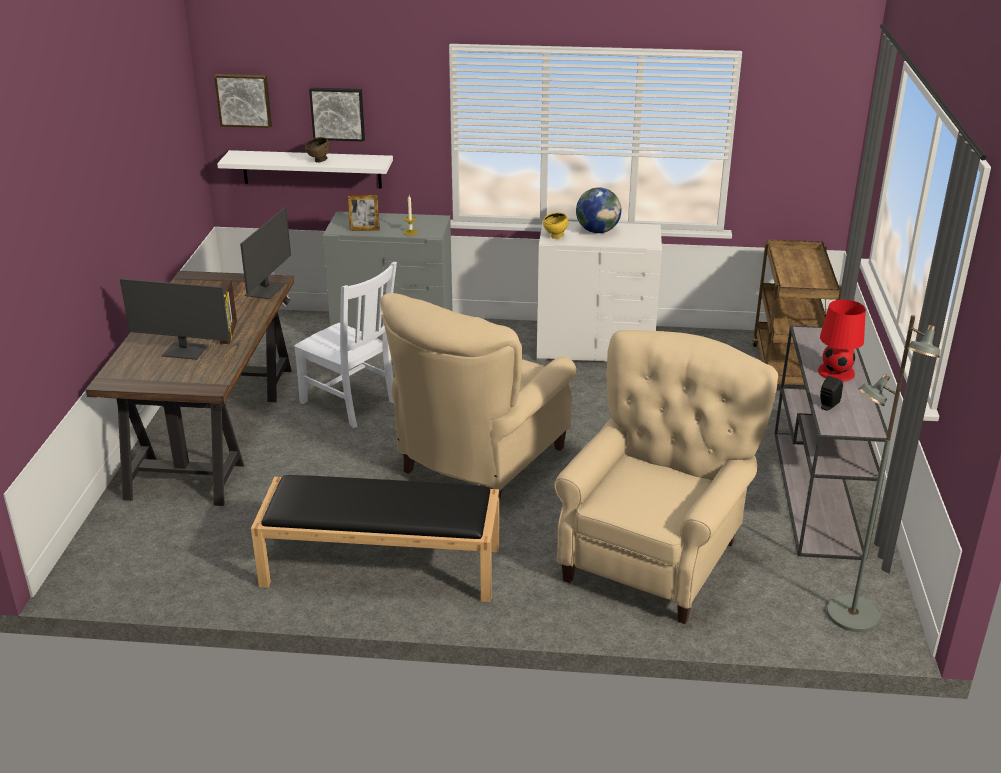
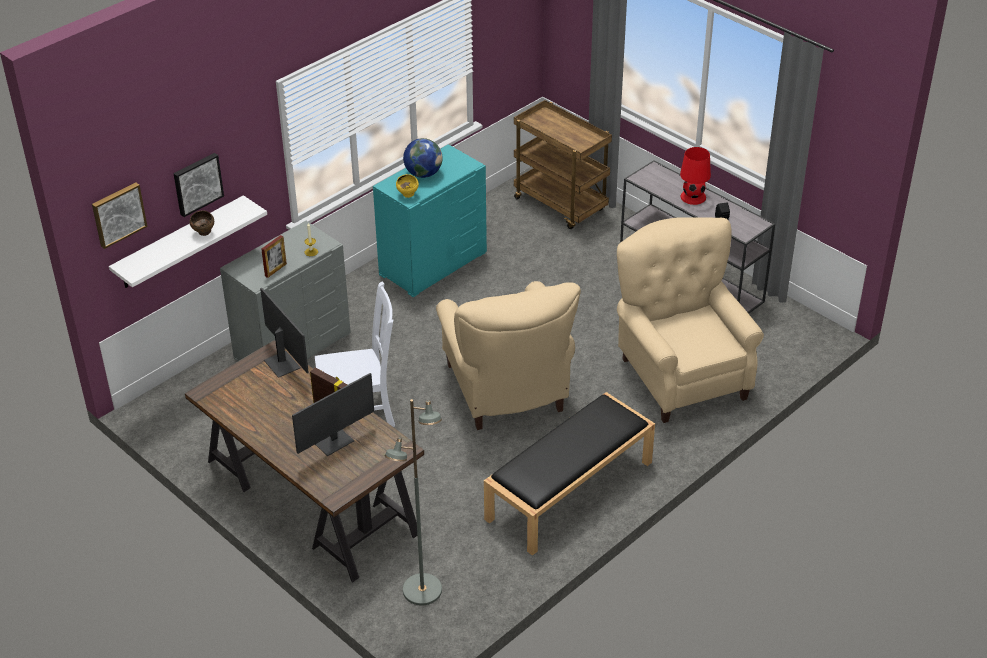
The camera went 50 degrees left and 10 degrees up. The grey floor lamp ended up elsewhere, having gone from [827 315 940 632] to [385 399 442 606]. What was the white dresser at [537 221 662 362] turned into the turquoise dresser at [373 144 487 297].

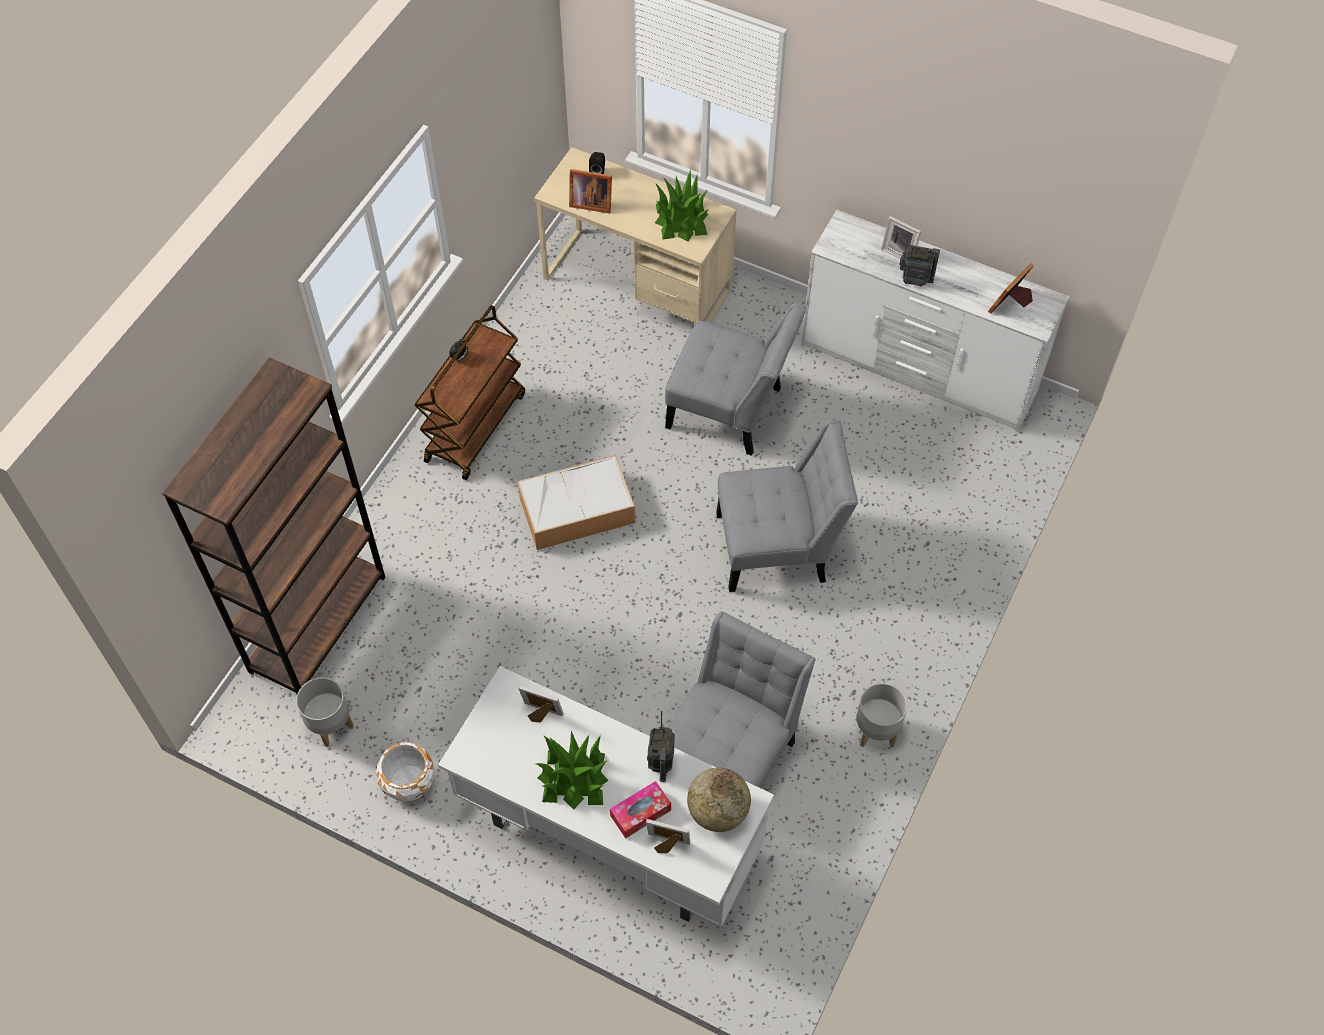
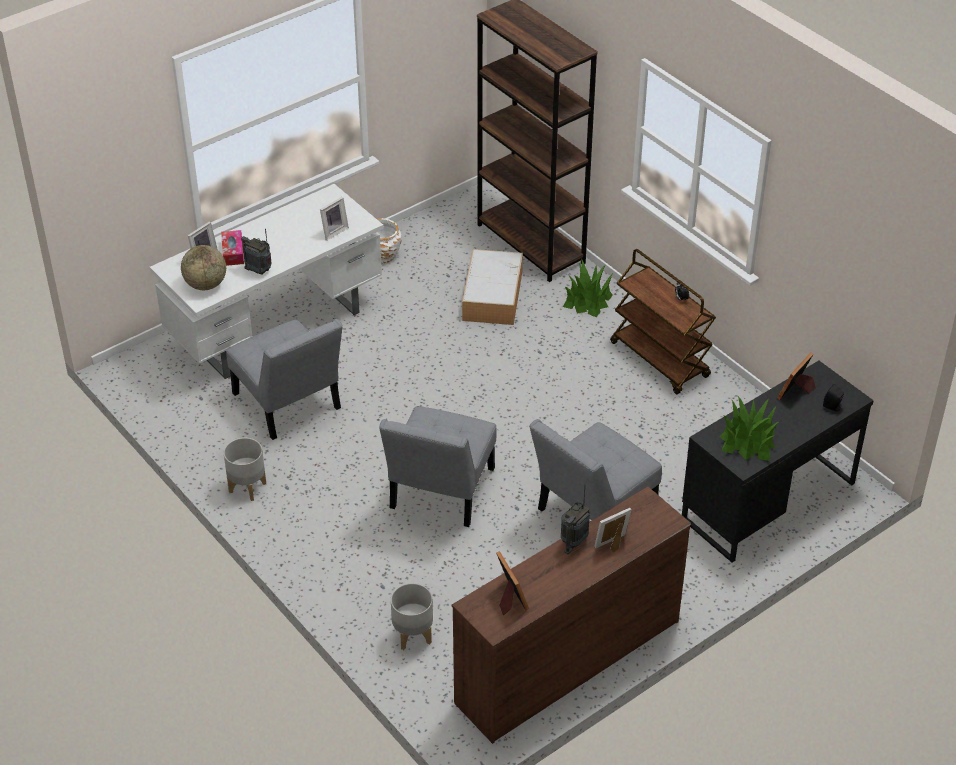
The camera went 115 degrees right and 15 degrees down. The grey planter ended up elsewhere, having gone from [296 677 354 747] to [391 583 433 650]. The storage box ended up elsewhere, having gone from [517 455 635 550] to [462 249 523 325]. The potted plant ended up elsewhere, having gone from [536 731 609 810] to [563 258 613 317]. What was the beige desk at [534 147 736 326] turned into the black desk at [682 361 874 563]. What was the white dresser at [801 210 1070 432] turned into the brown dresser at [452 487 691 744].

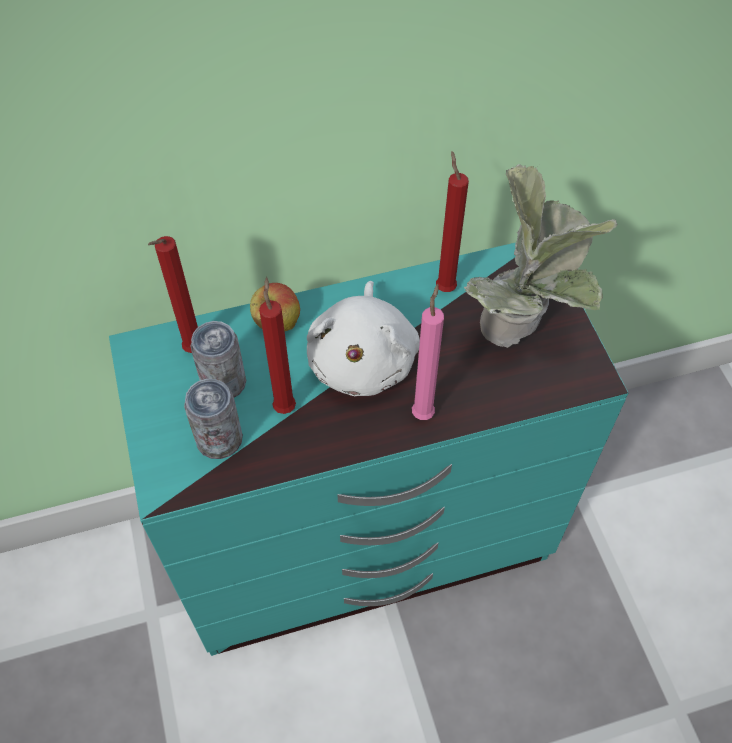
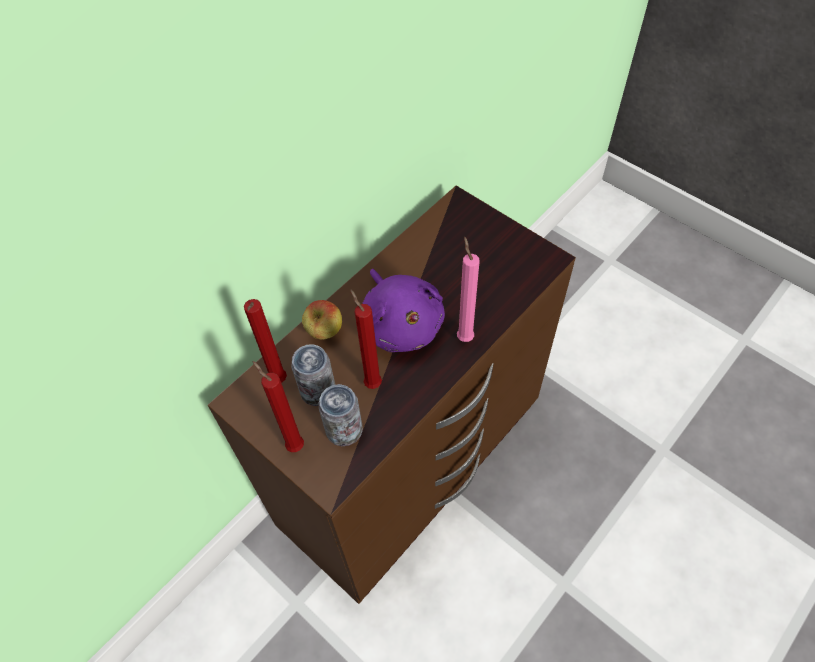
The camera went 30 degrees left and 0 degrees up. The second view lost the potted plant at [464 164 617 348]. The red candle ended up elsewhere, having gone from [436 151 469 292] to [253 361 304 452]. What was the turquoise dresser at [109 243 629 656] turned into the brown dresser at [208 186 576 604]. What was the white plush toy at [307 281 420 396] turned into the purple plush toy at [362 269 445 352].

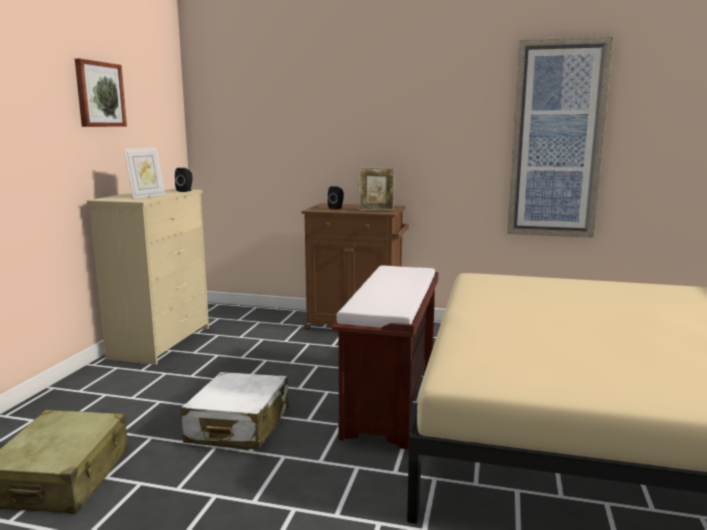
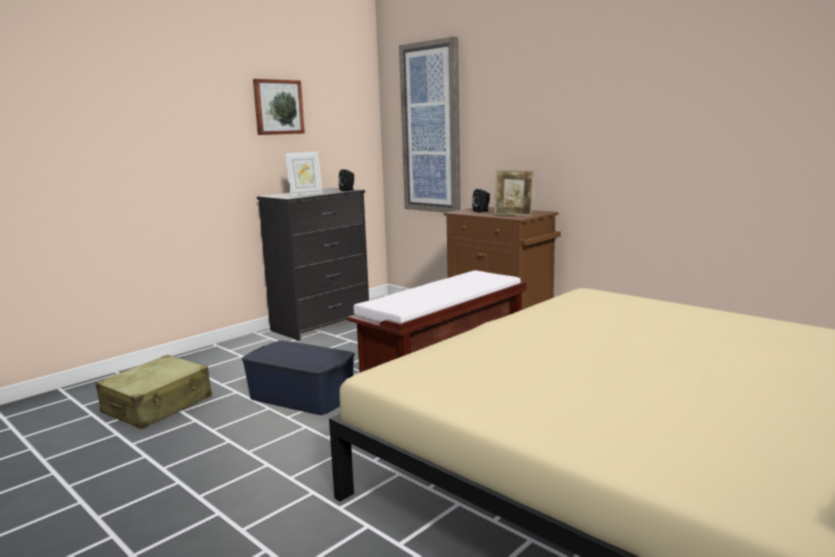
The camera went 30 degrees right and 0 degrees up. The picture ended up elsewhere, having gone from [507 37 613 238] to [399 37 461 213]. Where the white suitcase stood at [181 372 288 450], the blue storage box came to stand at [242 341 355 415]. What was the beige dresser at [87 189 209 365] turned into the black dresser at [257 188 369 341].

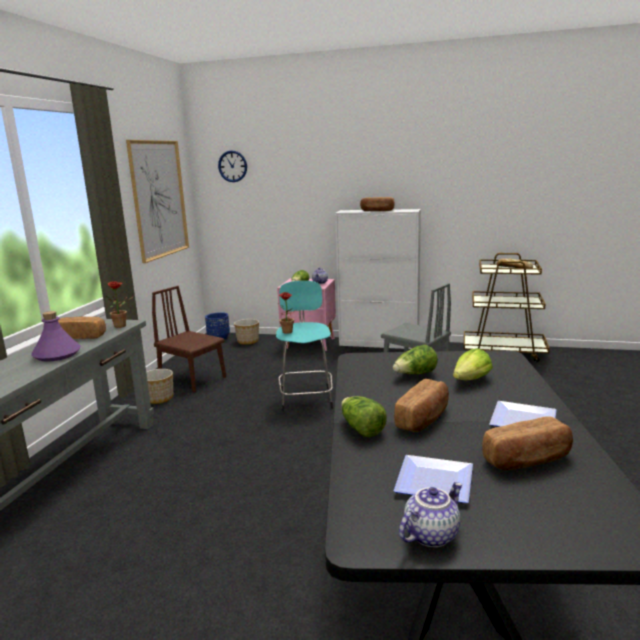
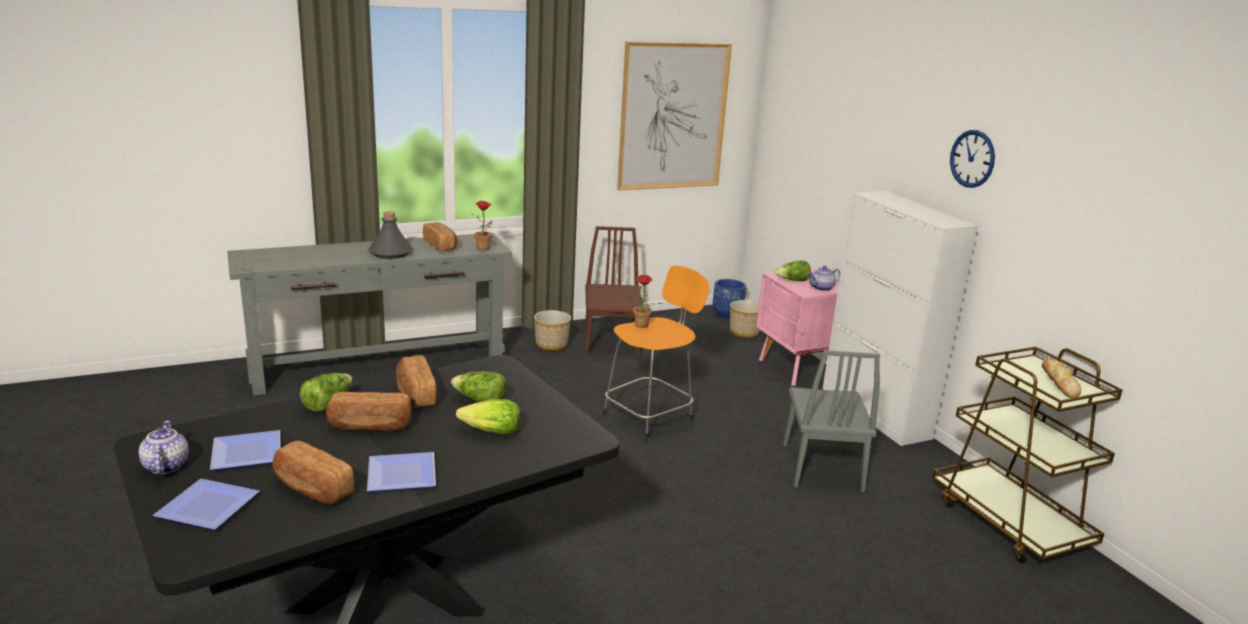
The camera went 50 degrees right and 5 degrees up. The second view gained the plate at [153 479 259 530]. The wall clock ended up elsewhere, having gone from [218 150 247 182] to [950 130 995 188]. The bread ended up elsewhere, having gone from [360 197 395 211] to [396 355 437 408]. What was the purple bottle at [31 311 81 362] turned into the grey bottle at [368 211 413 259]. What was the turquoise stool at [276 281 333 412] turned into the orange stool at [602 266 709 442]. The teapot at [399 482 463 548] ended up facing another way, 120 degrees counterclockwise from before.

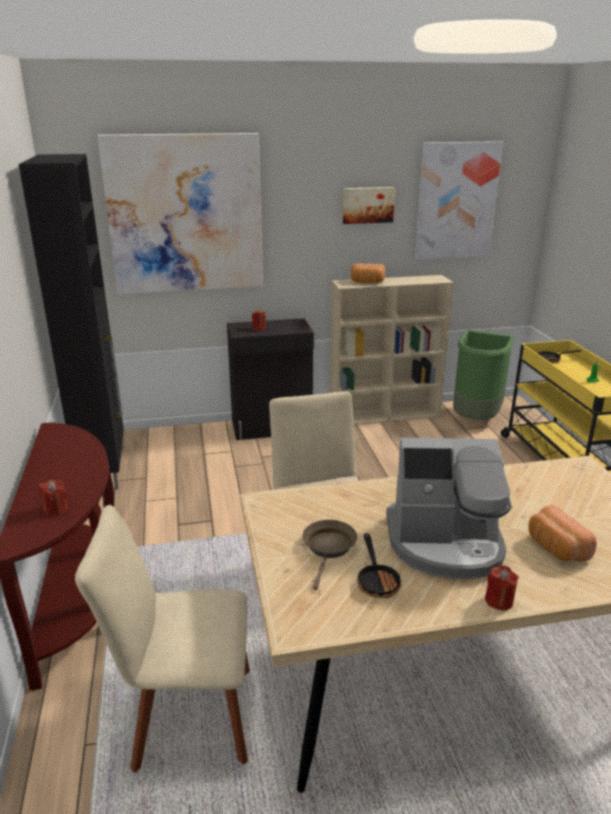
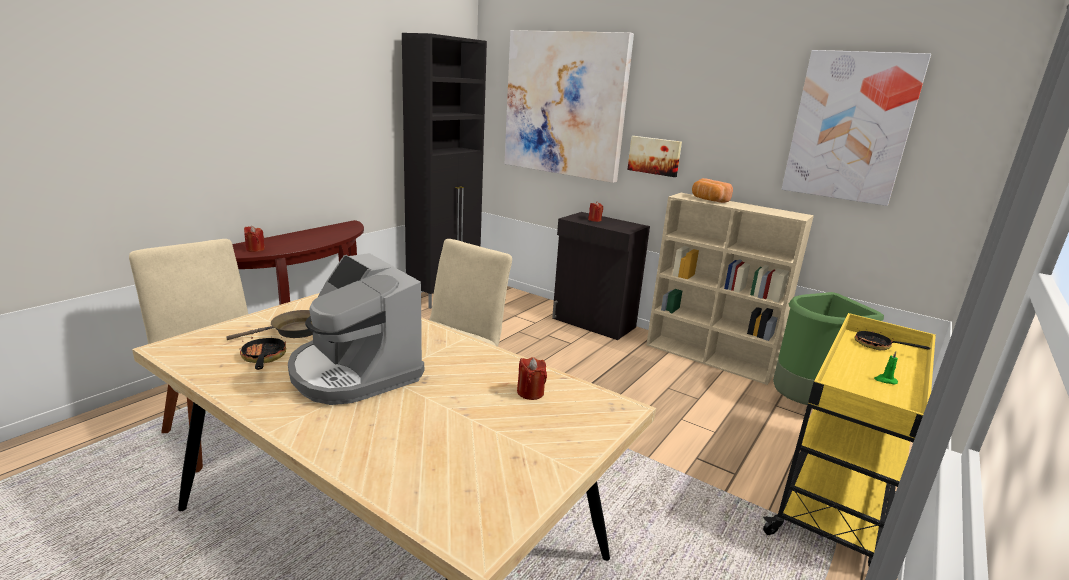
The camera went 45 degrees right and 5 degrees down. The second view lost the bread at [528 505 597 561]. The picture ended up elsewhere, having gone from [343 187 395 224] to [627 136 682 177]. The red candle ended up elsewhere, having gone from [485 565 519 610] to [517 357 547 400]. The frying pan at [357 533 403 598] ended up facing another way, 120 degrees clockwise from before.

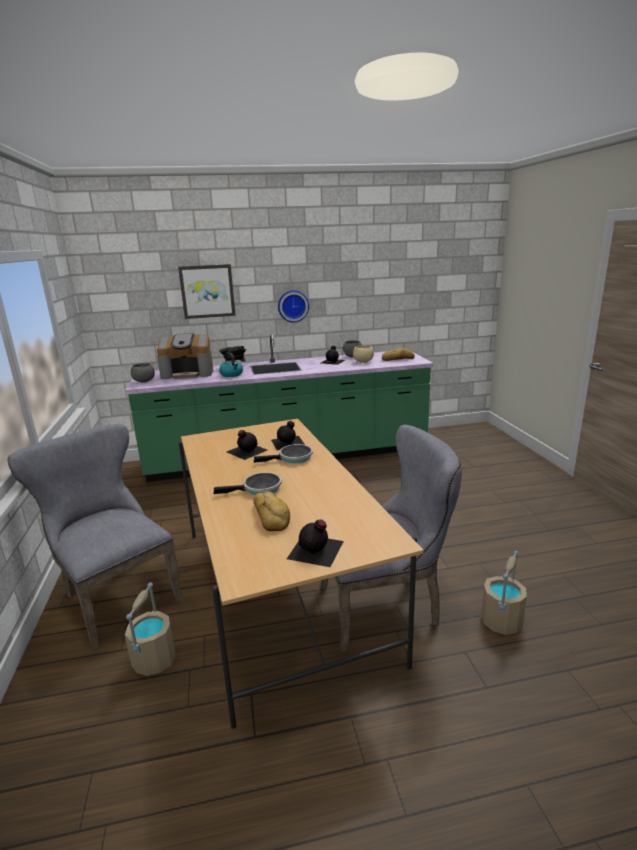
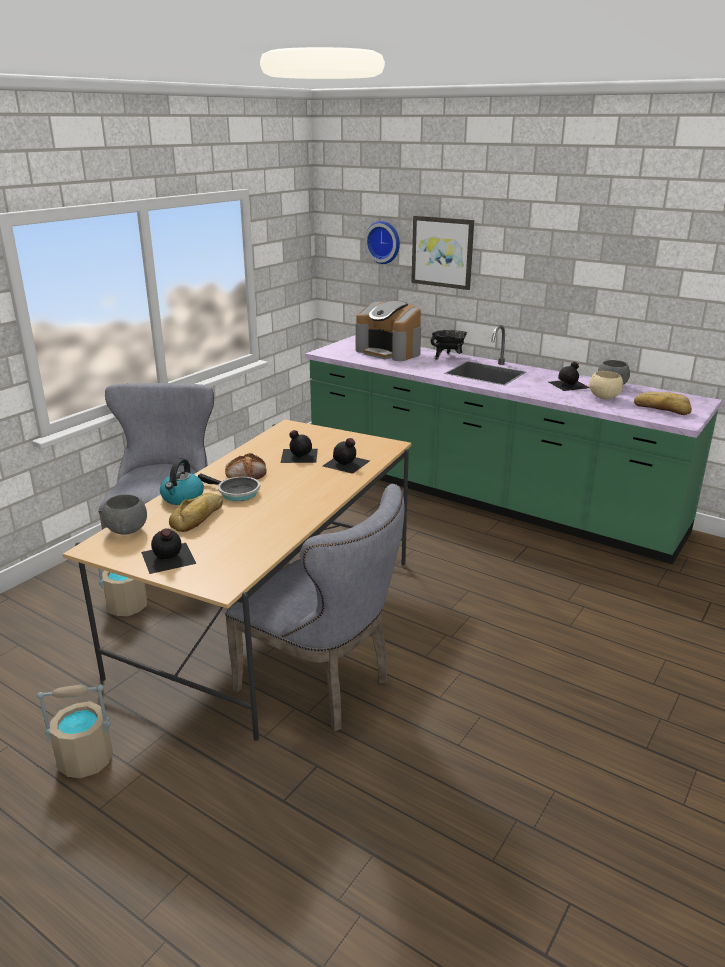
The camera went 45 degrees right and 5 degrees up. The second view lost the frying pan at [254 444 313 464]. The second view gained the bread at [225 453 267 480]. The grey bowl ended up elsewhere, having gone from [131 363 155 382] to [102 494 147 535]. The kettle ended up elsewhere, having gone from [219 352 243 377] to [160 459 204 505]. The wall clock ended up elsewhere, having gone from [278 290 309 322] to [364 221 400 264]. The beige bucket ended up elsewhere, having gone from [481 551 527 635] to [37 684 113 778].

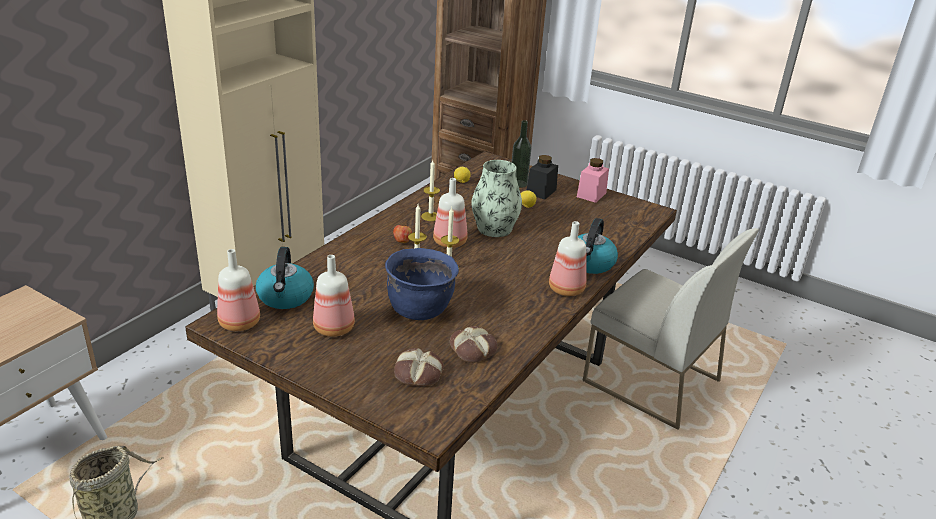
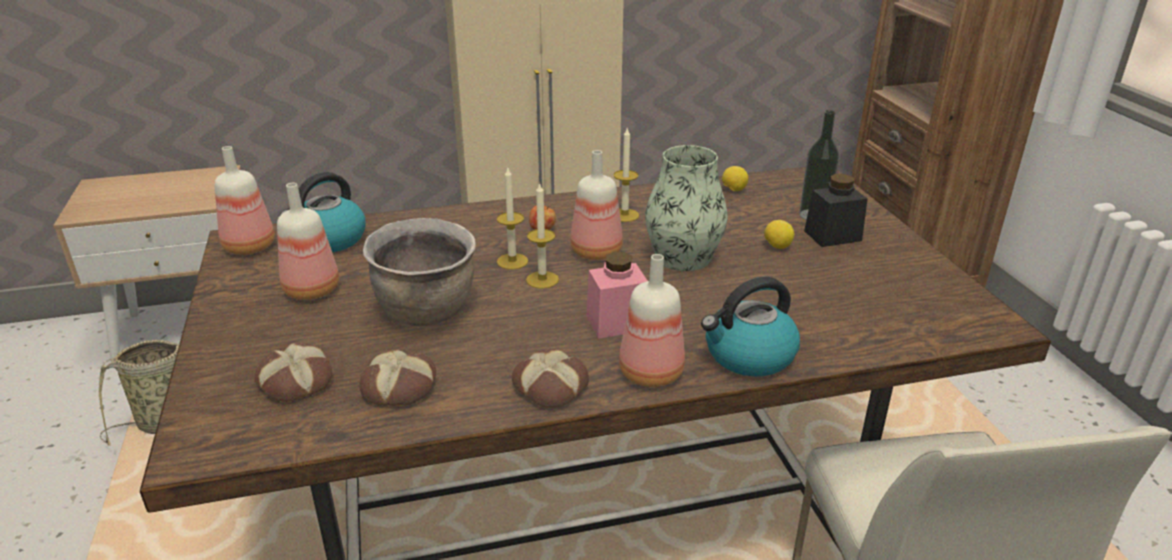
The camera went 45 degrees right and 0 degrees up. The second view gained the bread at [512 349 589 408]. The pink jar ended up elsewhere, having gone from [577 158 609 203] to [586 252 648 339]. What was the blue cooking pot at [385 248 459 320] turned into the brown cooking pot at [363 218 476 326].

